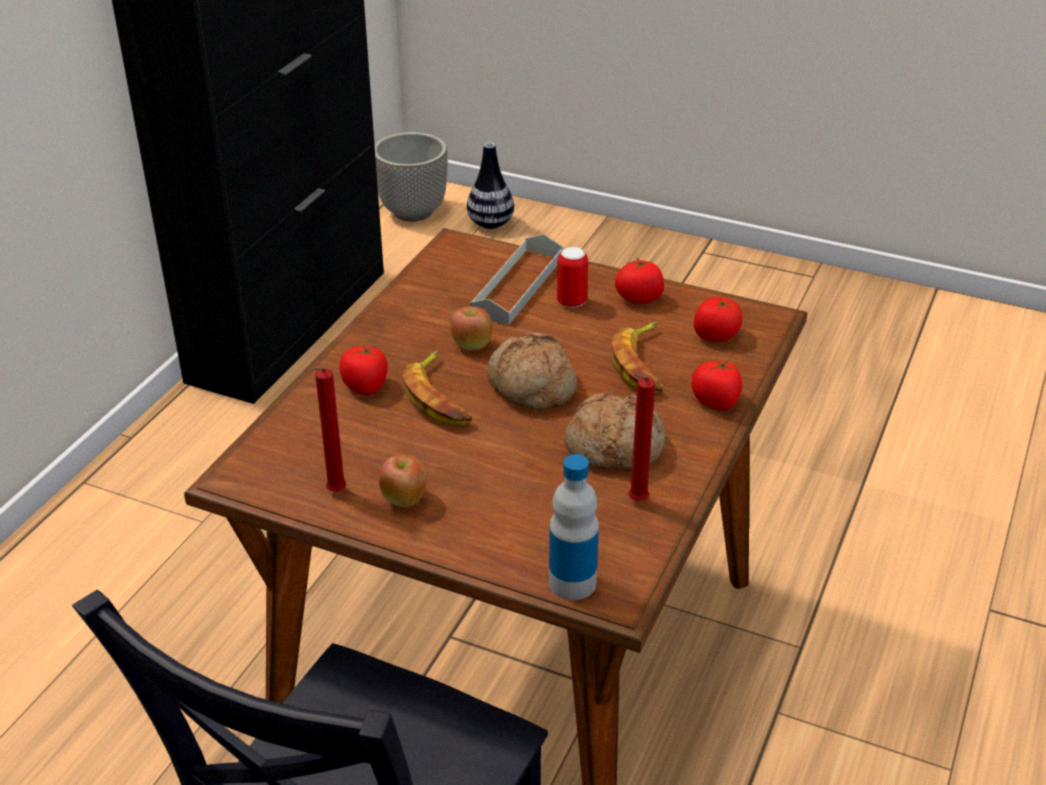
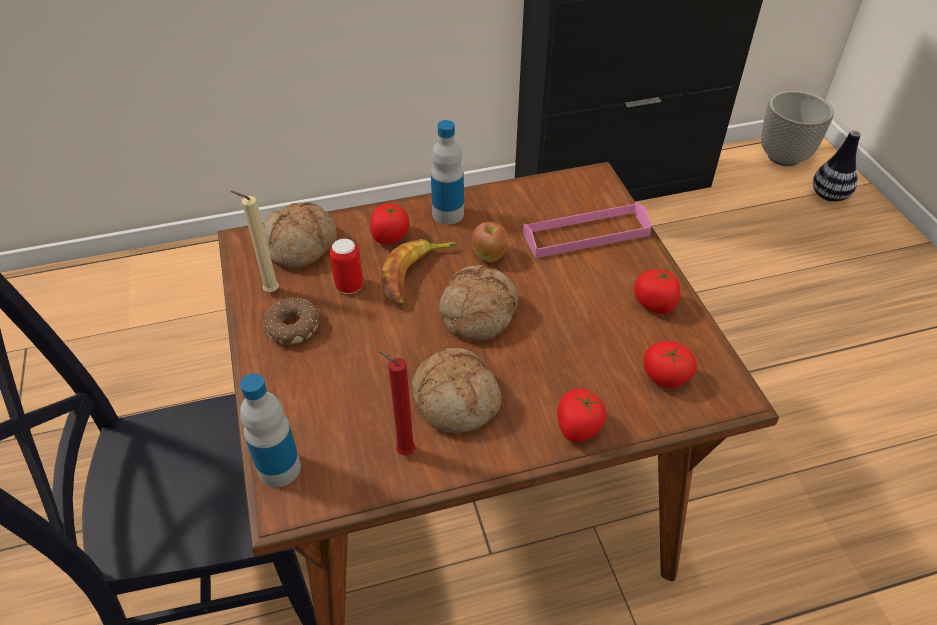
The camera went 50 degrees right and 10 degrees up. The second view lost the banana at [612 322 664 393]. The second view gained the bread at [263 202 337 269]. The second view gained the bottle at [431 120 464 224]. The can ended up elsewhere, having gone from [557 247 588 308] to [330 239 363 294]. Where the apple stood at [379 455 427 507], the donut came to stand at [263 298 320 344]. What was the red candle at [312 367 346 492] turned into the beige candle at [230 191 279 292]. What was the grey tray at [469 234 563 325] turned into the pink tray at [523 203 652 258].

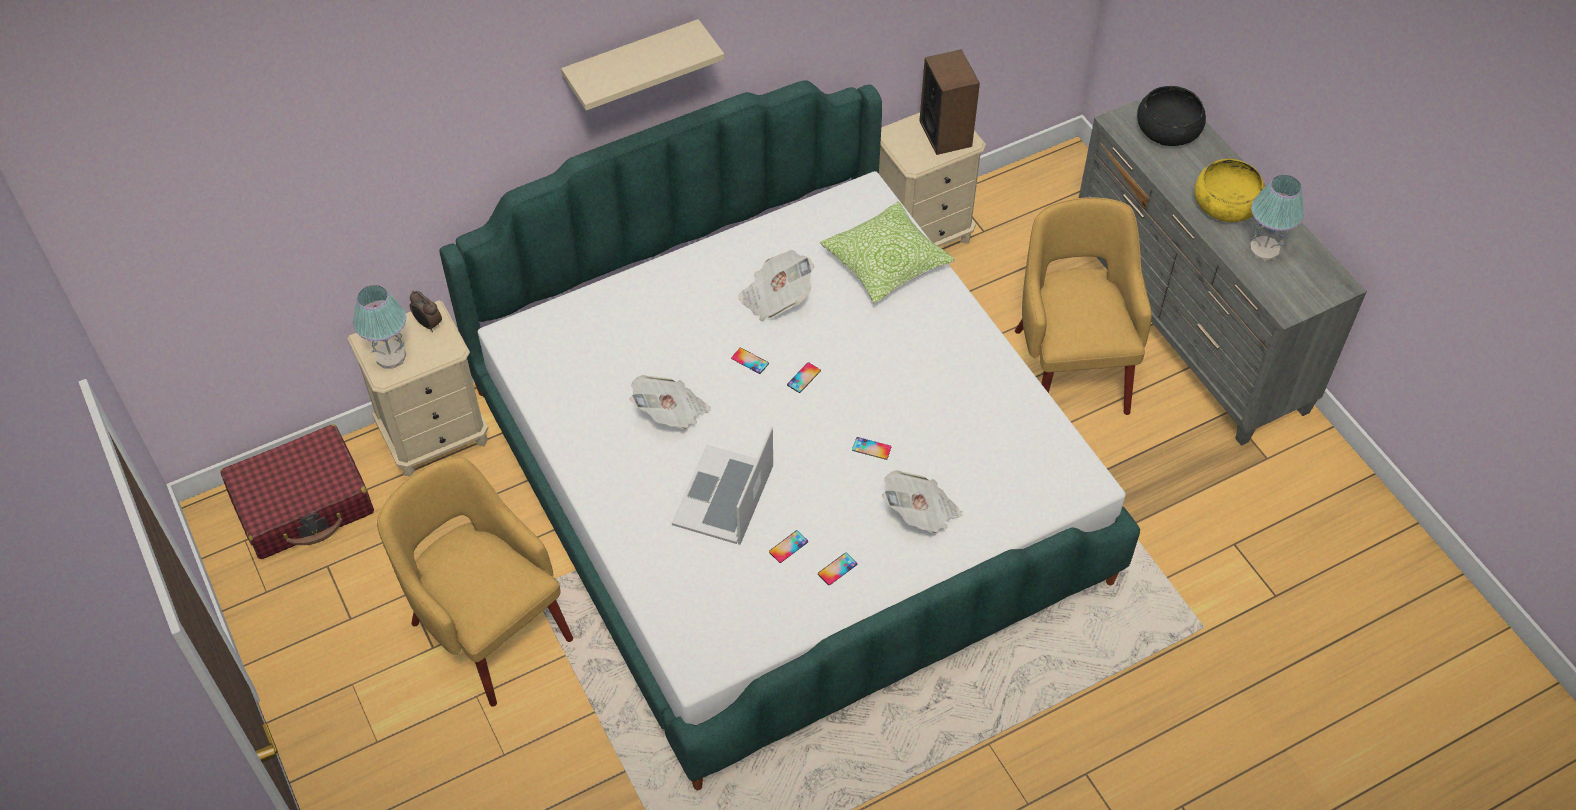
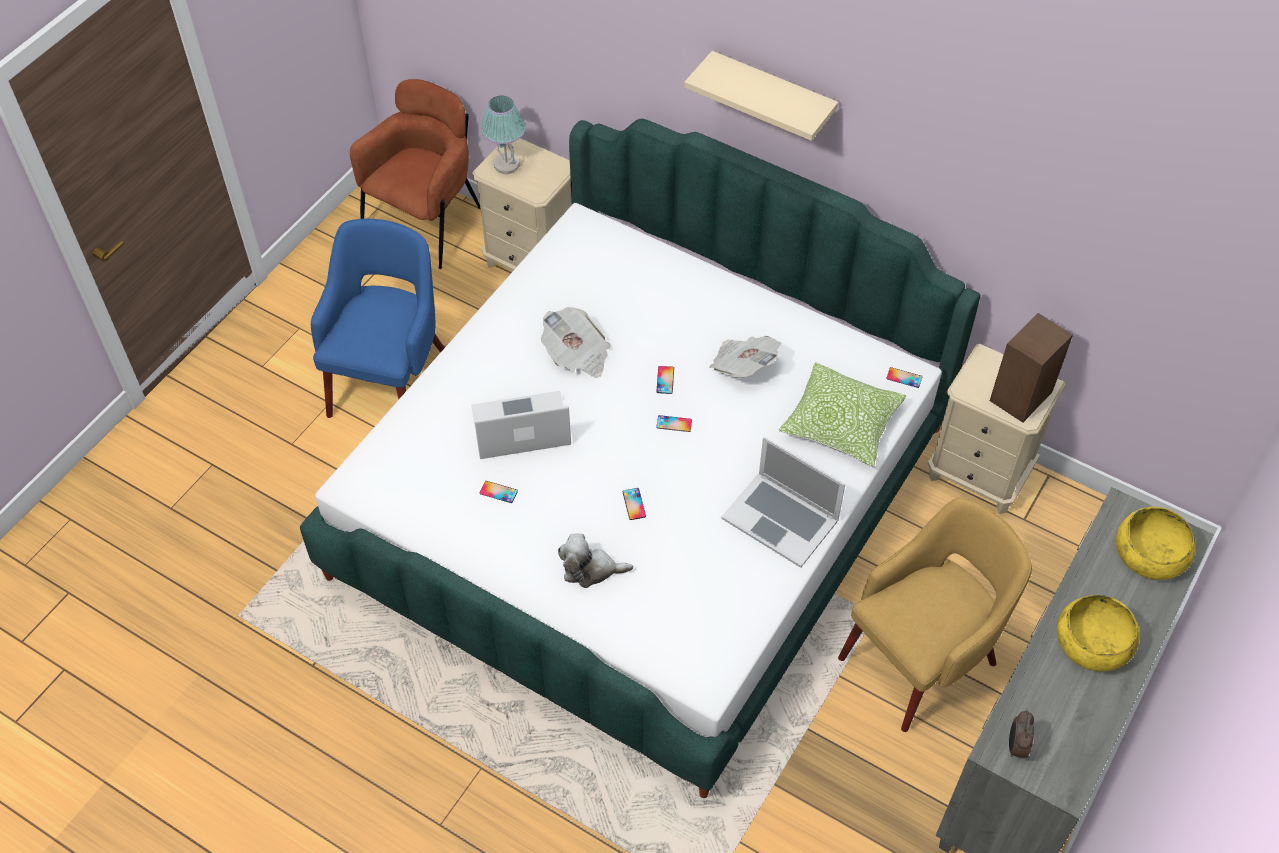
The camera went 60 degrees right and 0 degrees up. The second view lost the table lamp at [1250 175 1304 262]. The second view gained the laptop at [721 437 845 568]. The alarm clock ended up elsewhere, having gone from [410 291 442 332] to [1009 711 1034 758]. The phone ended up elsewhere, having gone from [818 552 857 585] to [886 367 923 388]. Where the red suitcase stood at [220 424 374 559], the brown armchair came to stand at [350 79 481 269]. Where the newspaper stood at [882 470 962 533], the plush toy came to stand at [558 534 633 588]. What was the yellow armchair at [377 456 573 707] turned into the blue armchair at [311 219 444 418]. What was the black bowl at [1137 86 1206 146] turned into the yellow bowl at [1116 507 1195 580].

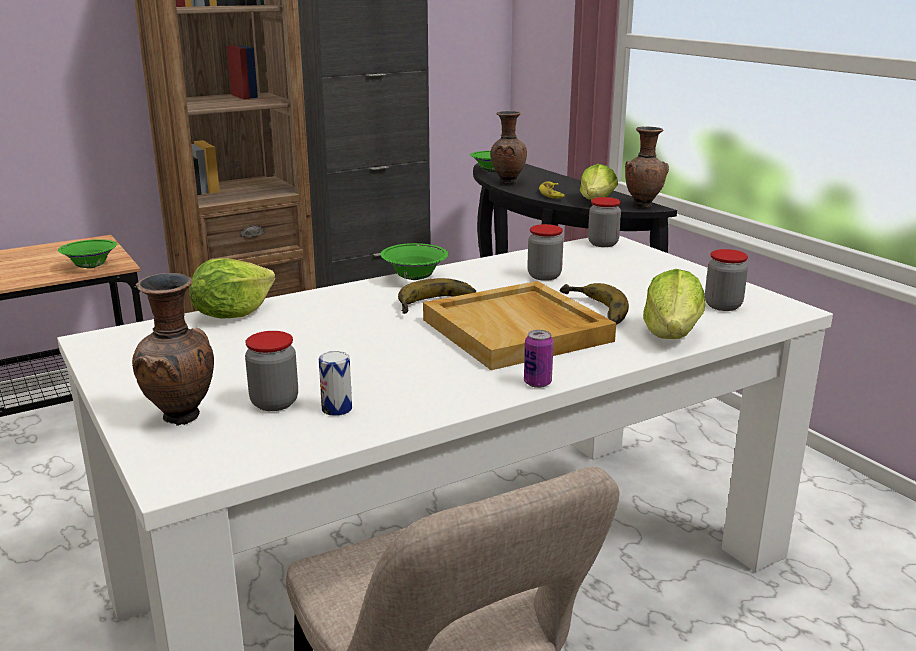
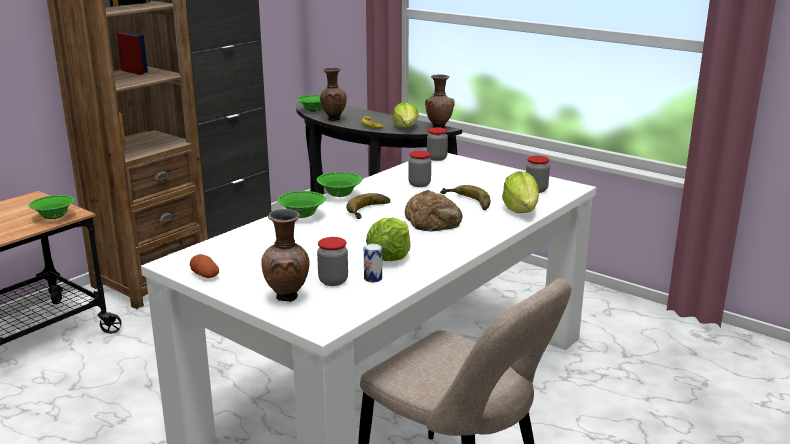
The camera went 20 degrees left and 0 degrees up. The second view lost the can at [524 330 554 388]. The second view gained the potato at [190 254 219 278]. The second view gained the green bowl at [277 191 326 218]. The lettuce ended up elsewhere, having gone from [190 258 275 318] to [366 218 411 261]. Where the beige tray stood at [423 281 616 370], the bread came to stand at [405 190 463 232].

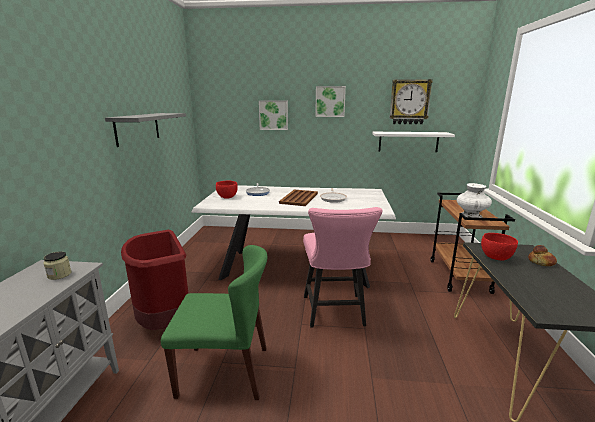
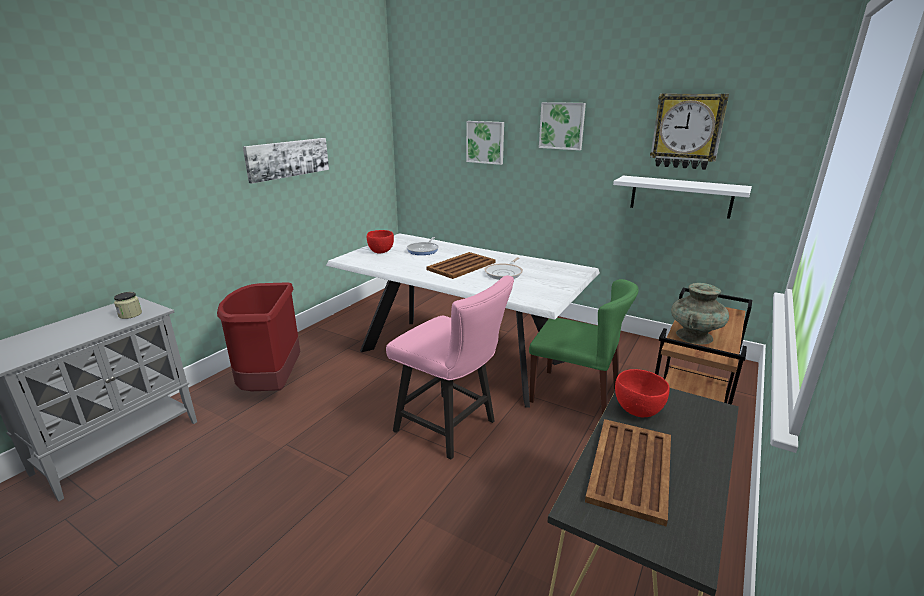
The camera went 25 degrees right and 5 degrees up. The second view lost the bread at [528 245 557 266]. The second view gained the brown tray at [585 419 671 527]. The green chair ended up elsewhere, having gone from [161 245 267 400] to [529 279 639 414]. Where the grey shelf hung at [105 113 186 147], the picture came to hang at [243 138 329 184]. What was the white vase at [457 183 492 218] turned into the turquoise vase at [671 283 729 345]. The pink chair at [303 207 383 328] ended up facing another way, 75 degrees counterclockwise from before.

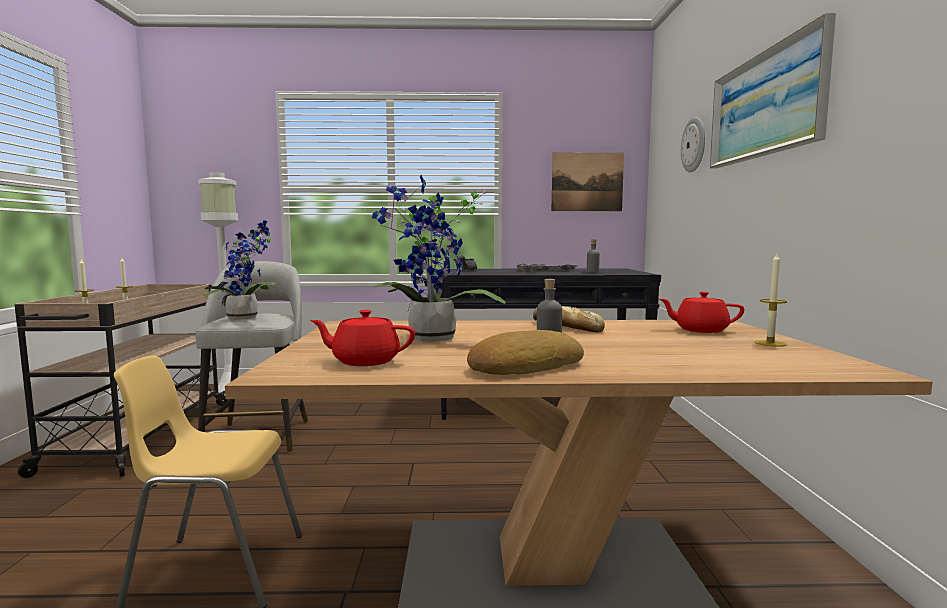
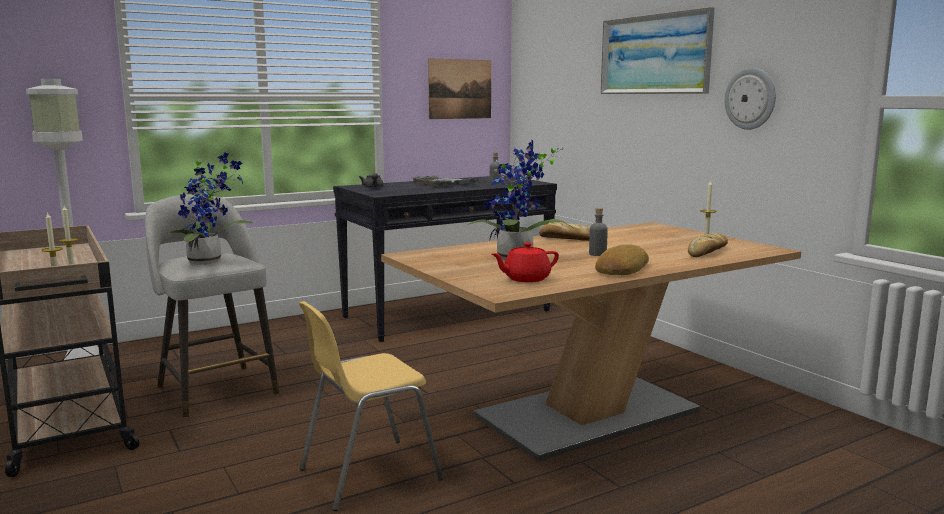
The camera went 30 degrees left and 5 degrees up. The second view lost the red teapot at [659 291 744 333]. The second view gained the bread at [688 233 728 257]. The wall clock ended up elsewhere, having gone from [681 117 705 173] to [725 68 776 130].

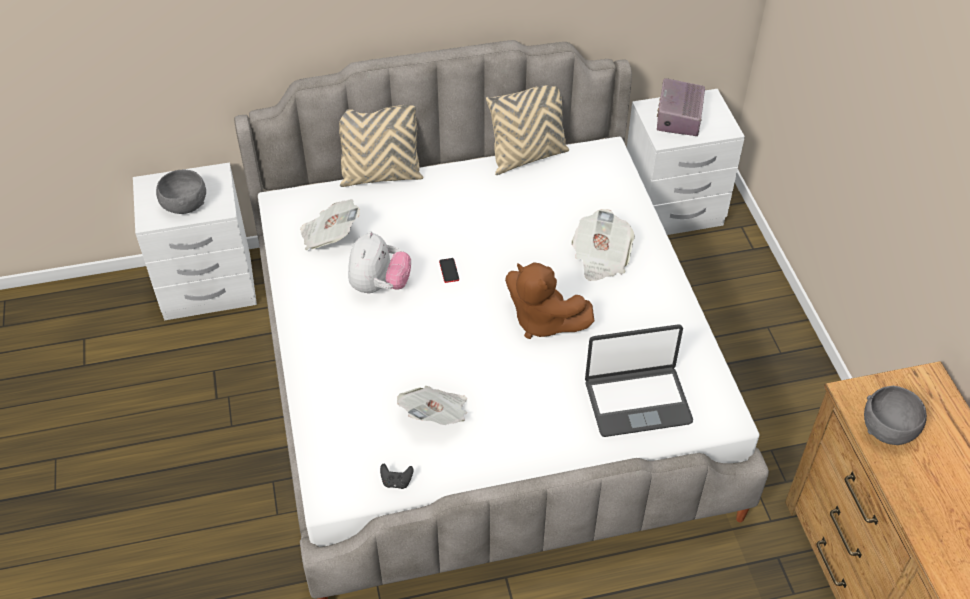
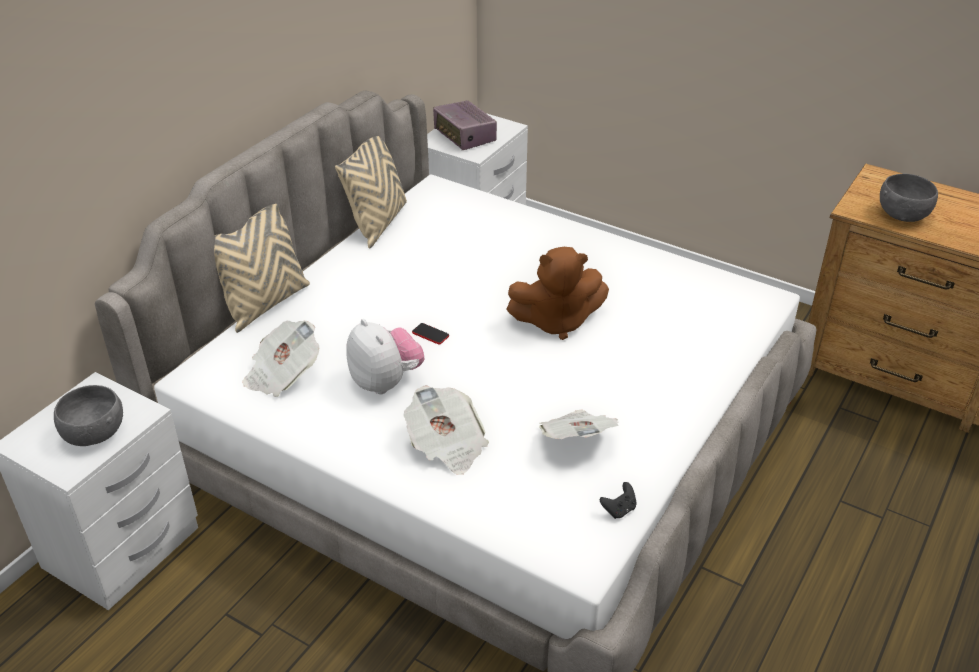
The camera went 45 degrees left and 10 degrees down. The second view lost the laptop at [585 324 693 437]. The newspaper ended up elsewhere, having gone from [571 209 635 281] to [403 385 489 475].

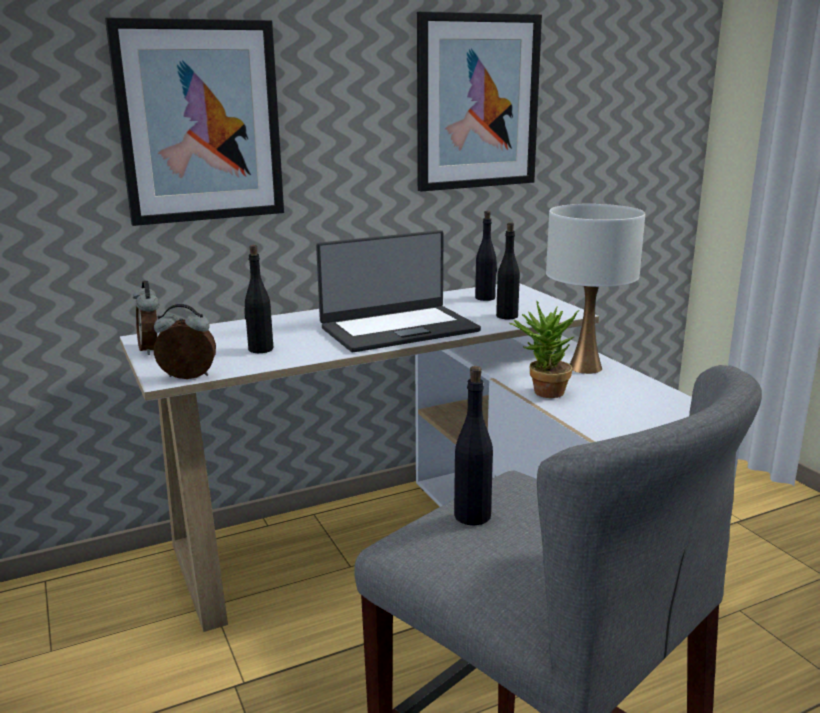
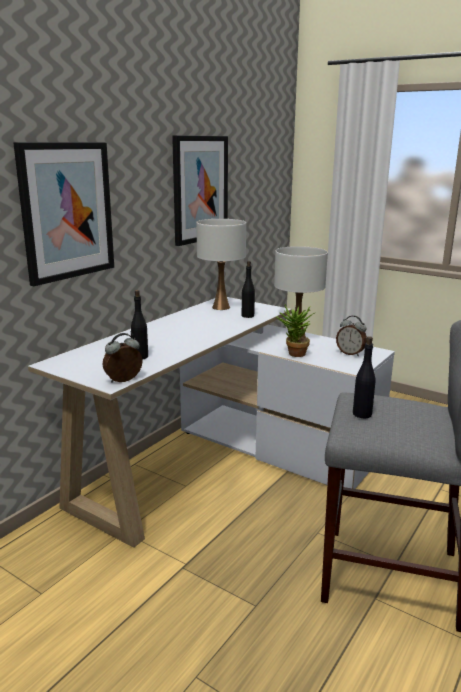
The camera went 30 degrees left and 0 degrees up. The second view lost the laptop at [316 230 481 352]. The alarm clock ended up elsewhere, having gone from [133 281 160 355] to [336 315 367 356]. Where the black bottle stood at [475 211 497 301], the white table lamp came to stand at [196 219 246 310].

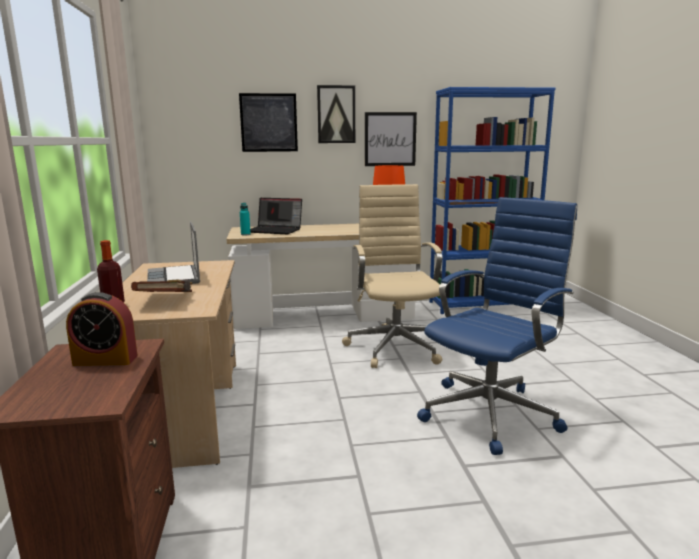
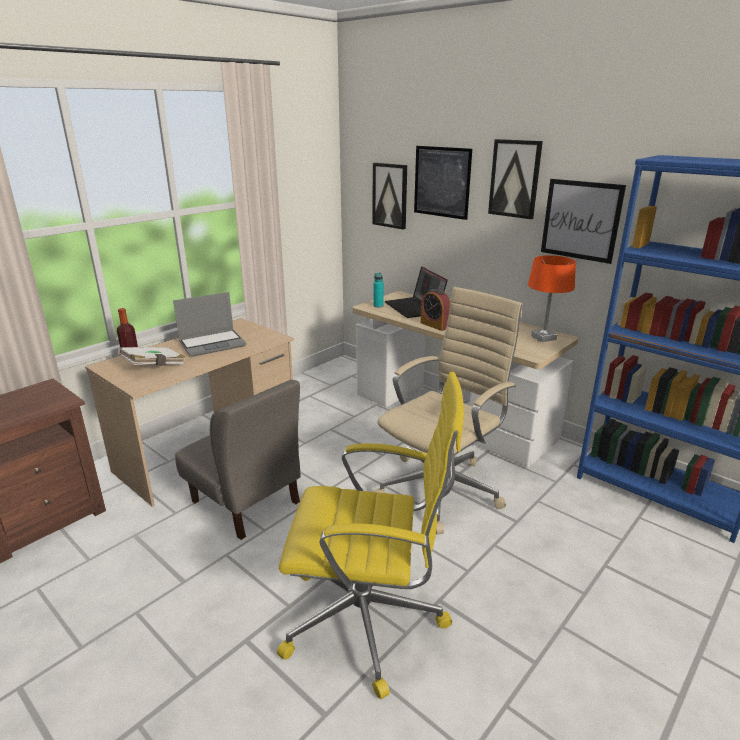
The camera went 50 degrees right and 10 degrees up. The second view gained the grey chair at [175 380 301 540]. The second view gained the picture at [373 163 407 230]. The alarm clock ended up elsewhere, having gone from [66 292 138 366] to [420 289 450 331]. What was the brown book at [131 279 192 292] turned into the white book at [118 347 185 366]. What was the blue office chair at [417 197 577 455] turned into the yellow office chair at [277 372 464 699]. The laptop at [147 221 200 284] ended up facing another way, 150 degrees counterclockwise from before.

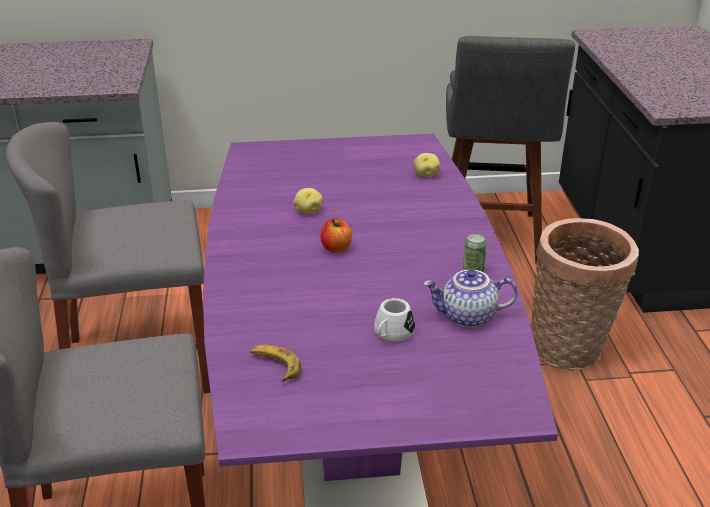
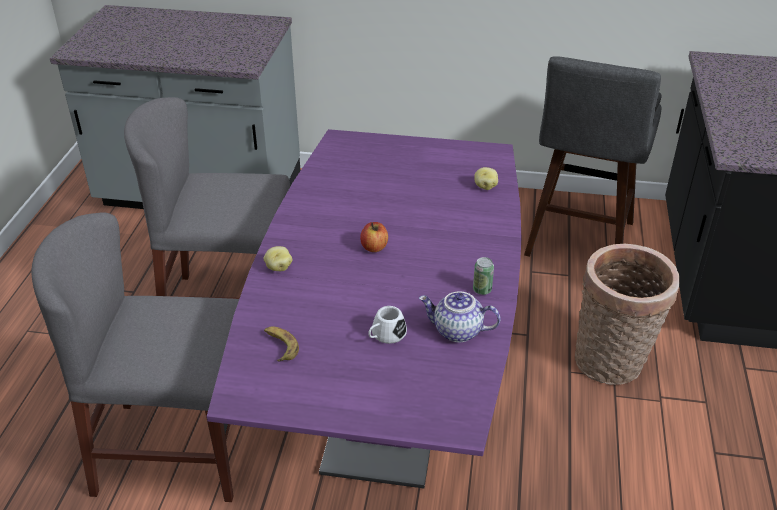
The camera went 15 degrees right and 5 degrees up. The potato ended up elsewhere, having gone from [293 188 323 213] to [263 246 292 271].

